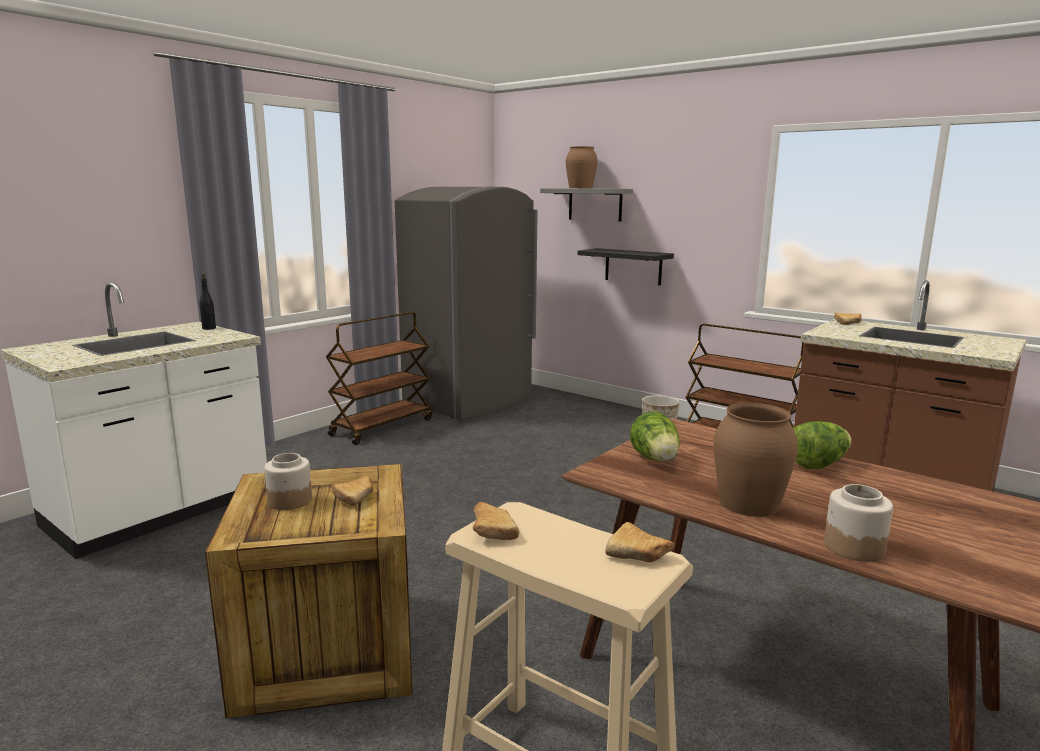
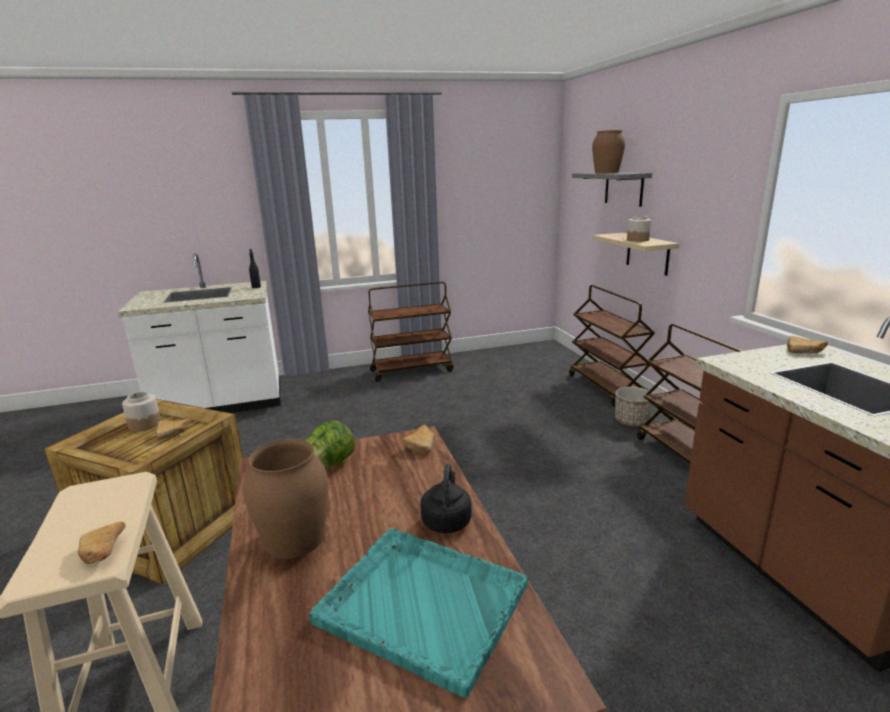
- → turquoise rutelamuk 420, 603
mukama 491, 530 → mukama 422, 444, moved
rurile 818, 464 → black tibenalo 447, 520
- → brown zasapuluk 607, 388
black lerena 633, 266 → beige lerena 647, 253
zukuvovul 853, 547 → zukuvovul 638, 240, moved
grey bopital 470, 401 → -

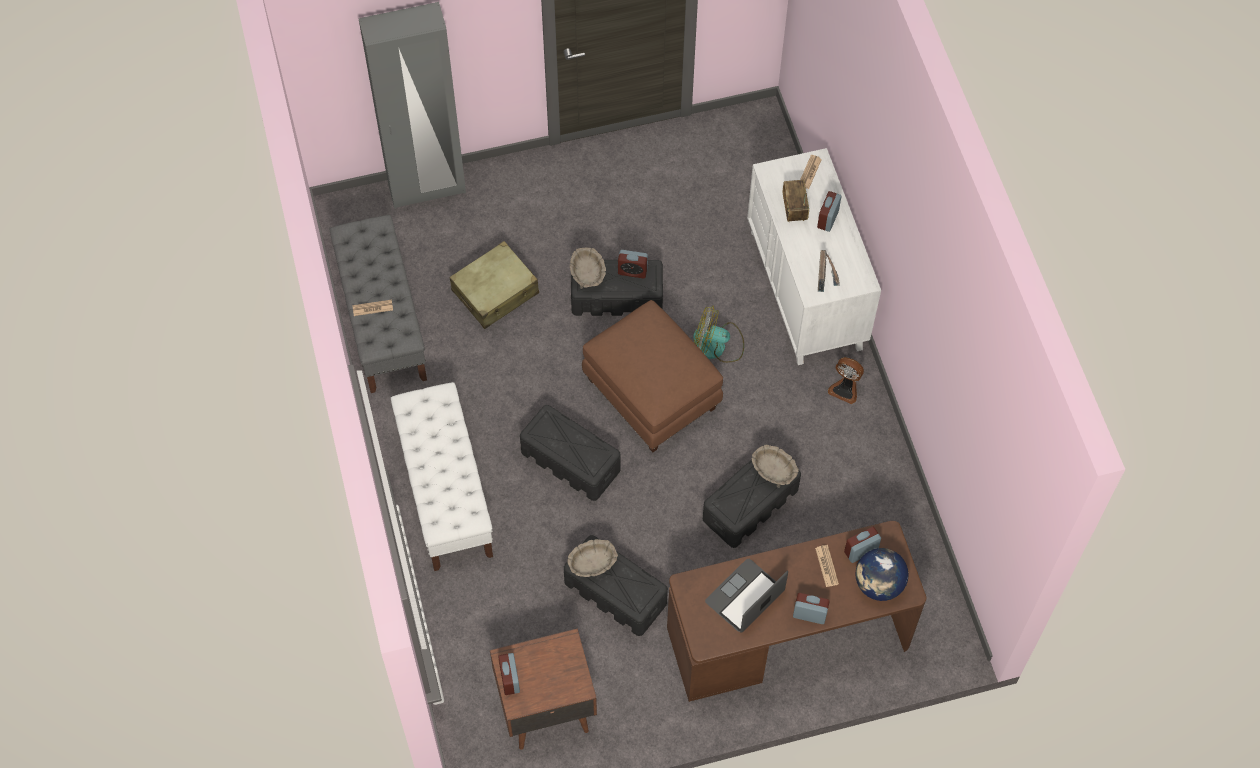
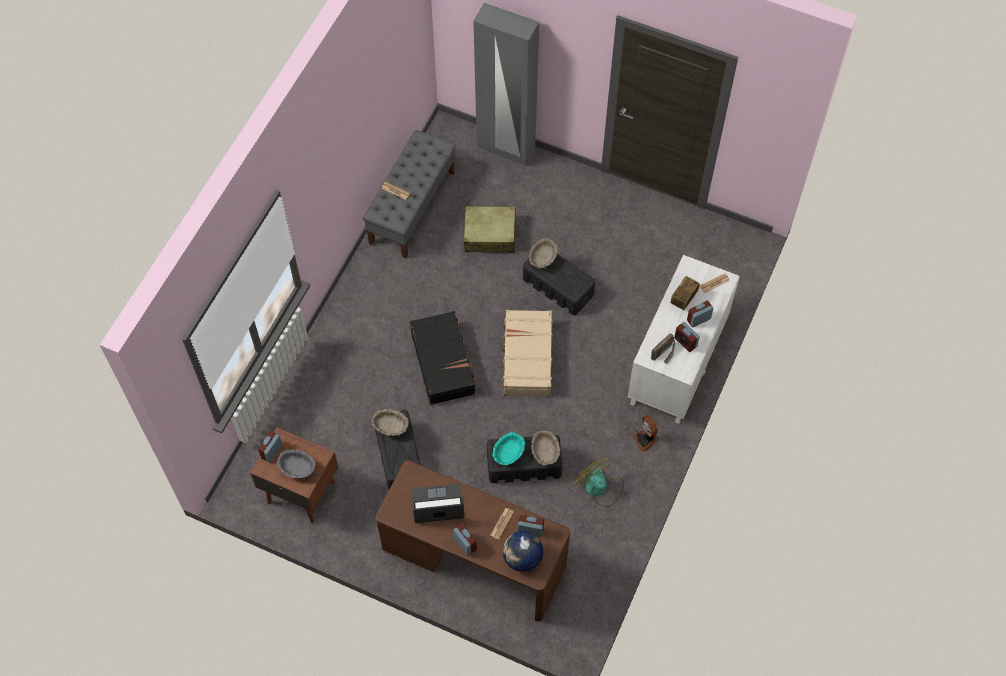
- → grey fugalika 298, 469
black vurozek 570, 461 → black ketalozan 443, 362
- → turquoise fugalika 508, 454
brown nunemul 652, 394 → beige ketalozan 527, 358
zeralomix 717, 346 → zeralomix 600, 488, moved
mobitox 632, 271 → mobitox 685, 342, moved
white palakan 445, 492 → -

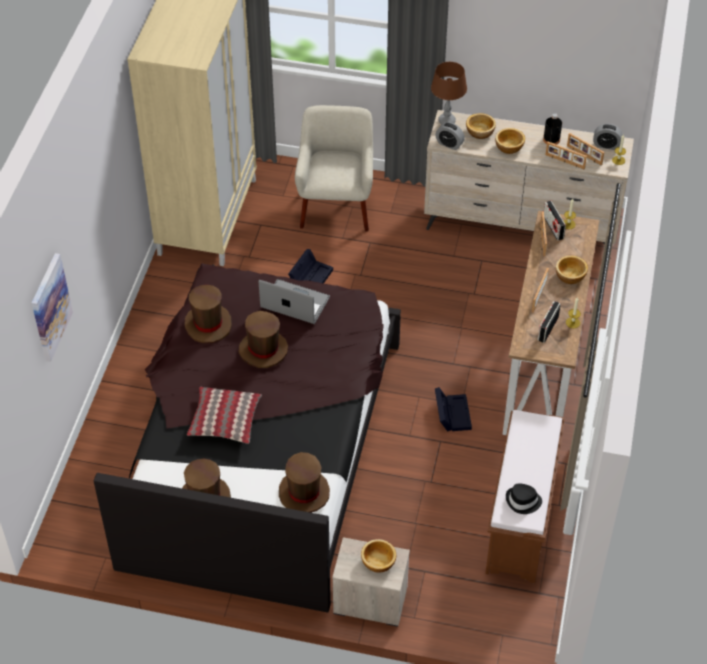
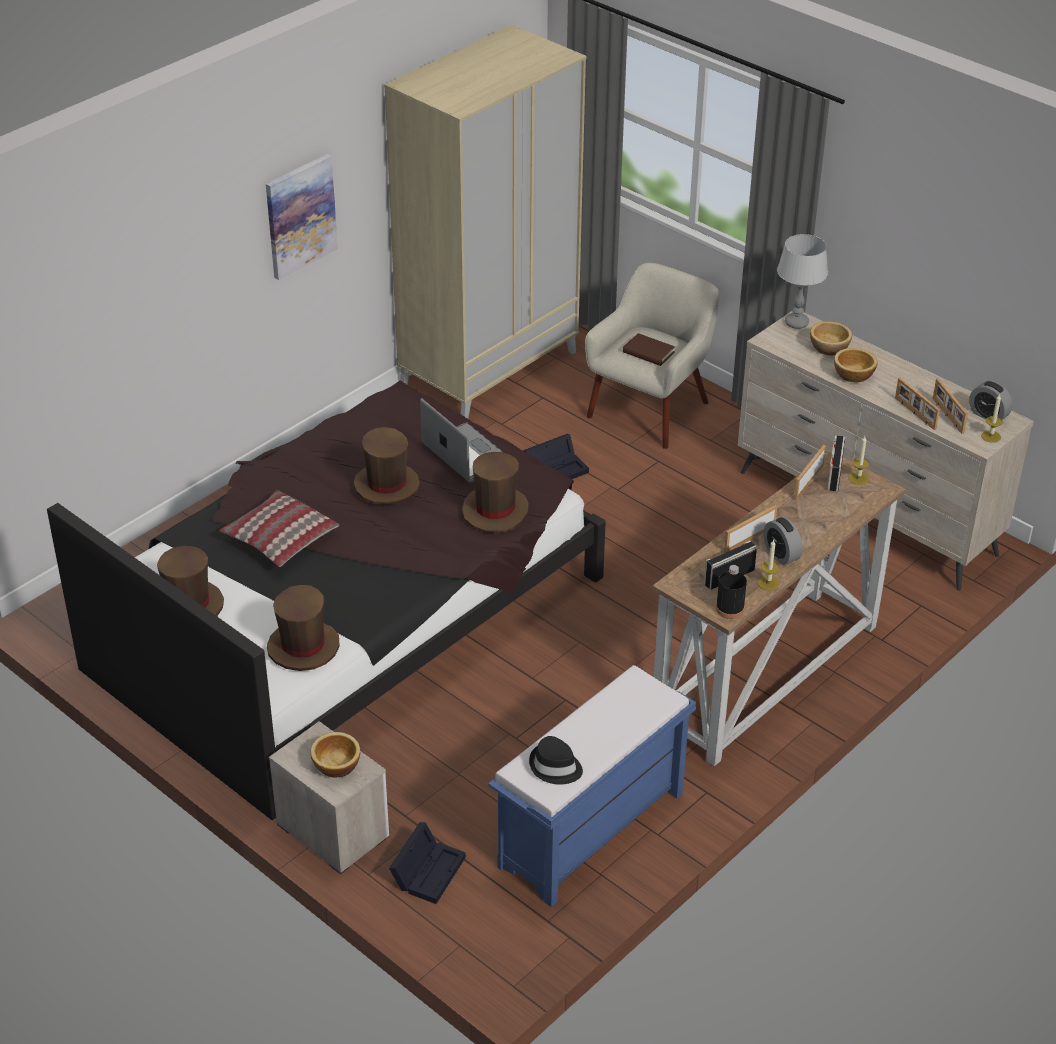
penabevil 50, 307 → penabevil 300, 216, moved
black vurozek 452, 413 → black vurozek 428, 870, moved
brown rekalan 208, 324 → brown rekalan 495, 511, moved
brown palakan 520, 523 → blue palakan 590, 832
- → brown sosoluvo 648, 352
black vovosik 551, 139 → black vovosik 730, 609, moved
mobitox 449, 144 → mobitox 781, 554, moved
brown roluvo 446, 121 → grey roluvo 796, 323
fugalika 570, 276 → -

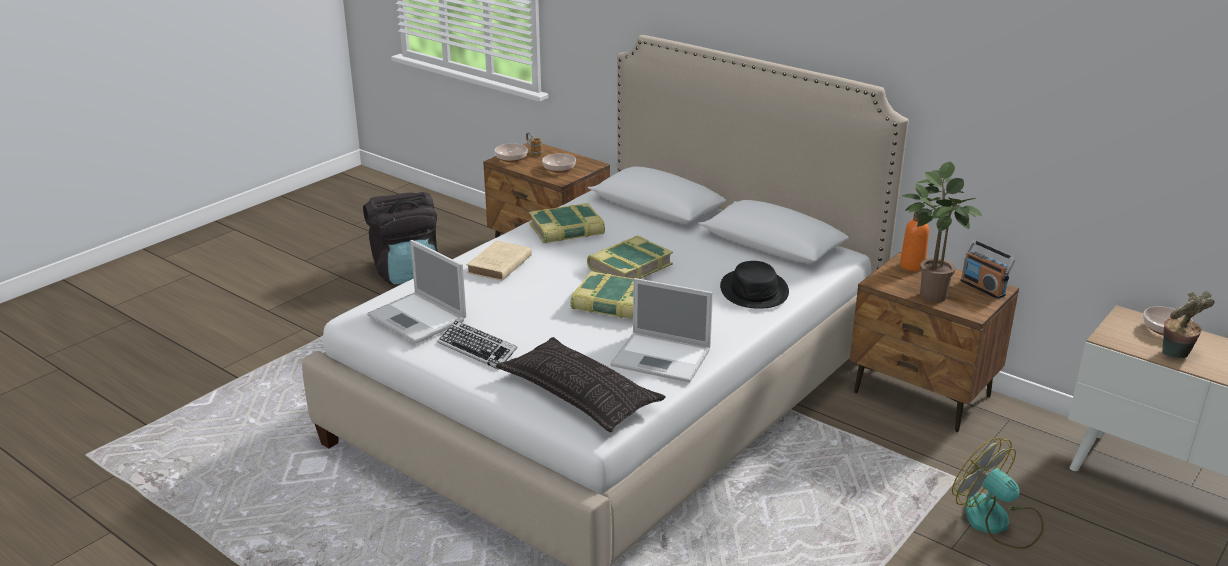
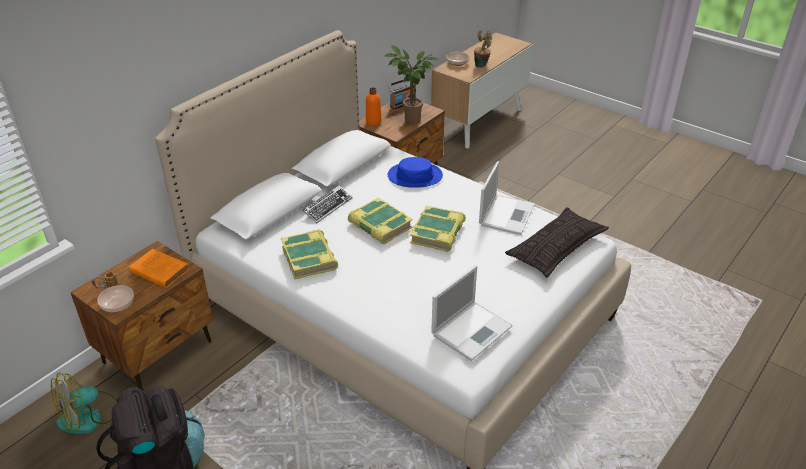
zeralomix 997, 522 → zeralomix 90, 417, moved
fugalika 559, 169 → orange sosoluvo 158, 270
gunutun 477, 349 → gunutun 327, 207, moved
black rekalan 754, 290 → blue rekalan 415, 176
beige sosoluvo 498, 265 → -

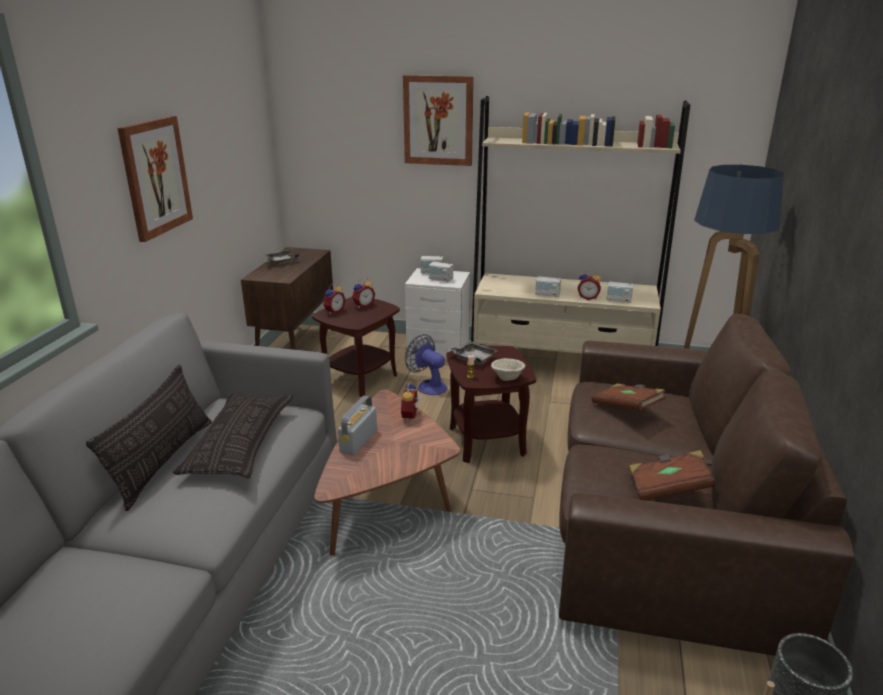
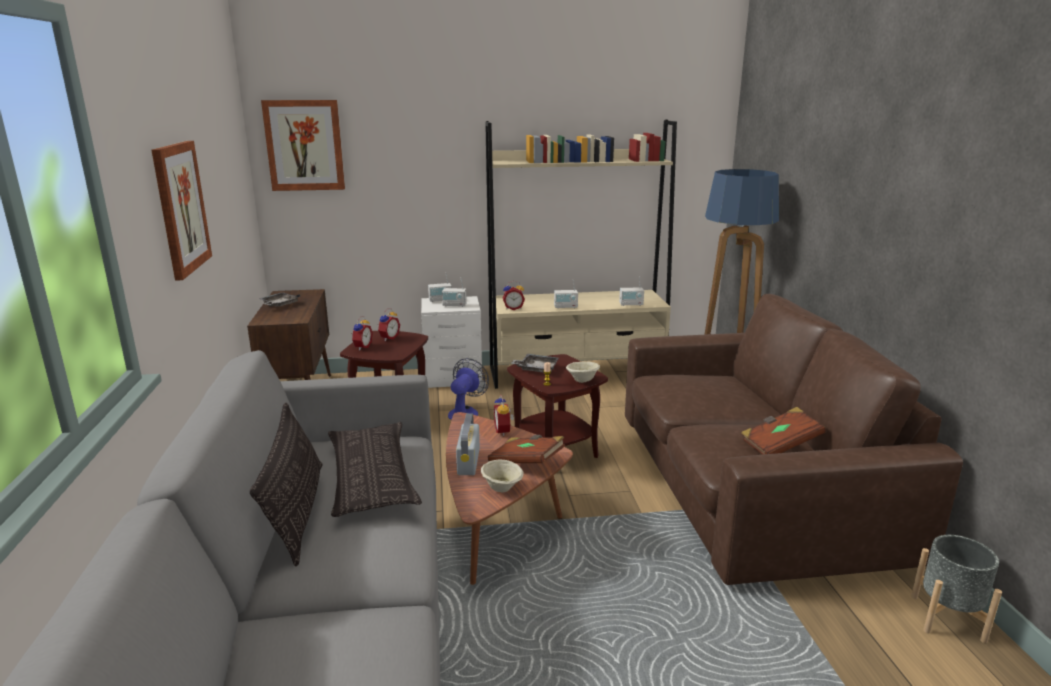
penabevil 438, 120 → penabevil 304, 145, moved
zeralomix 428, 386 → zeralomix 465, 412, 90 degrees clockwise
- → beige fugalika 502, 488
brown sosoluvo 627, 408 → brown sosoluvo 527, 462, moved
mobitox 588, 298 → mobitox 513, 308, moved

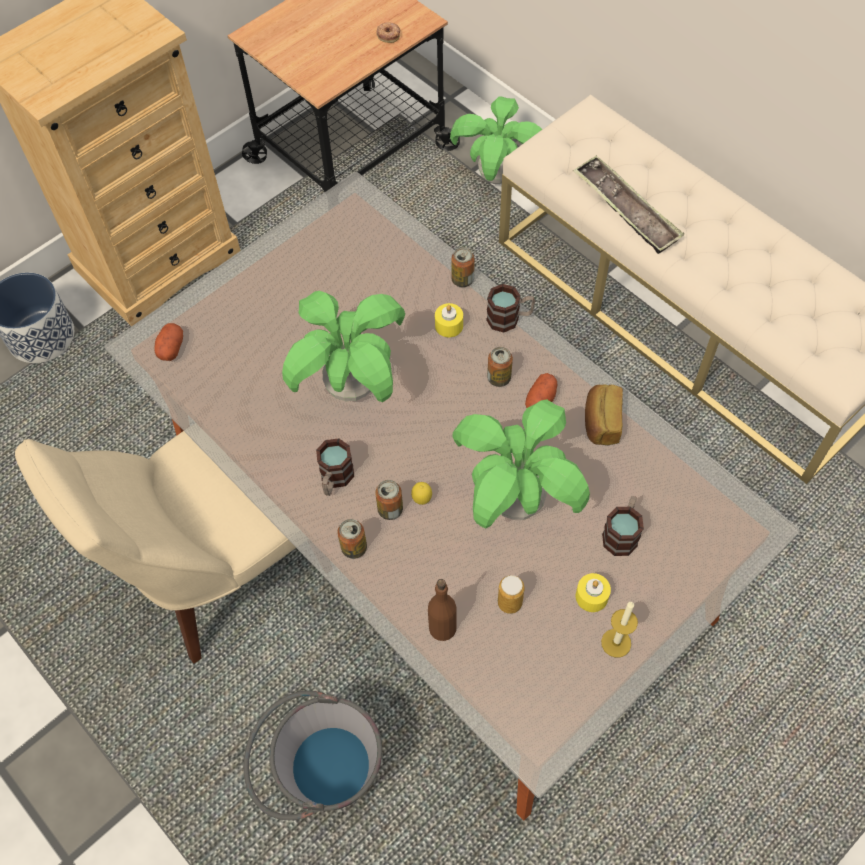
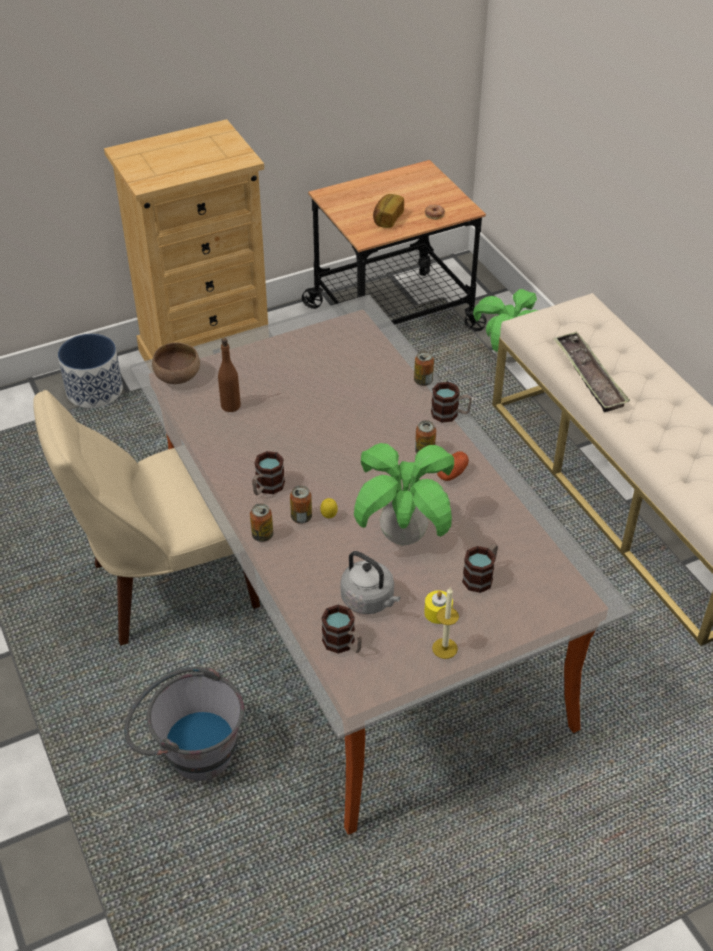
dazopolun 171, 348 → brown fugalika 178, 377
brown vovosik 442, 627 → brown vovosik 231, 405, moved
- → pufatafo 343, 644
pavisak 509, 602 → grey tibenalo 369, 600
mukama 601, 422 → mukama 387, 219, moved
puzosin 351, 387 → -
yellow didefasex 449, 325 → -

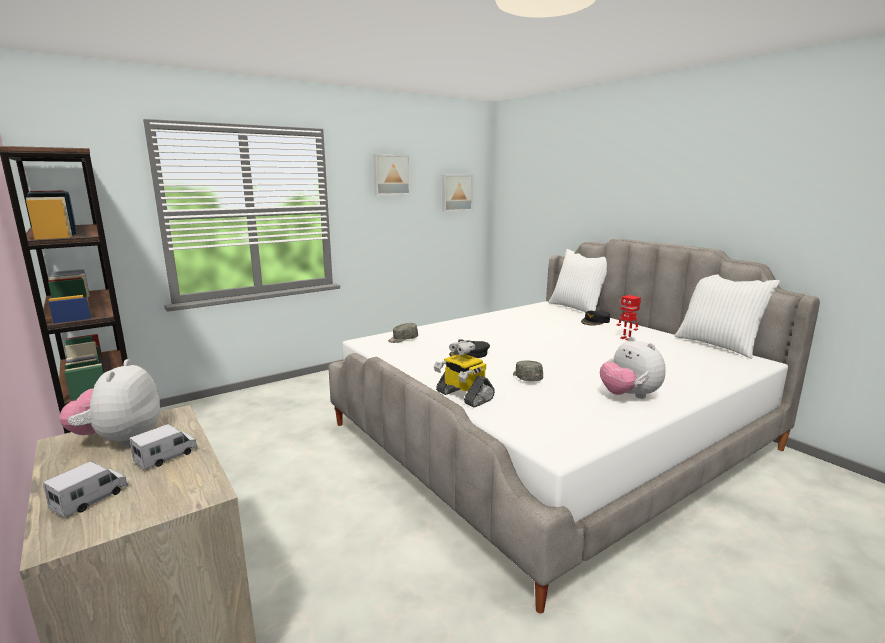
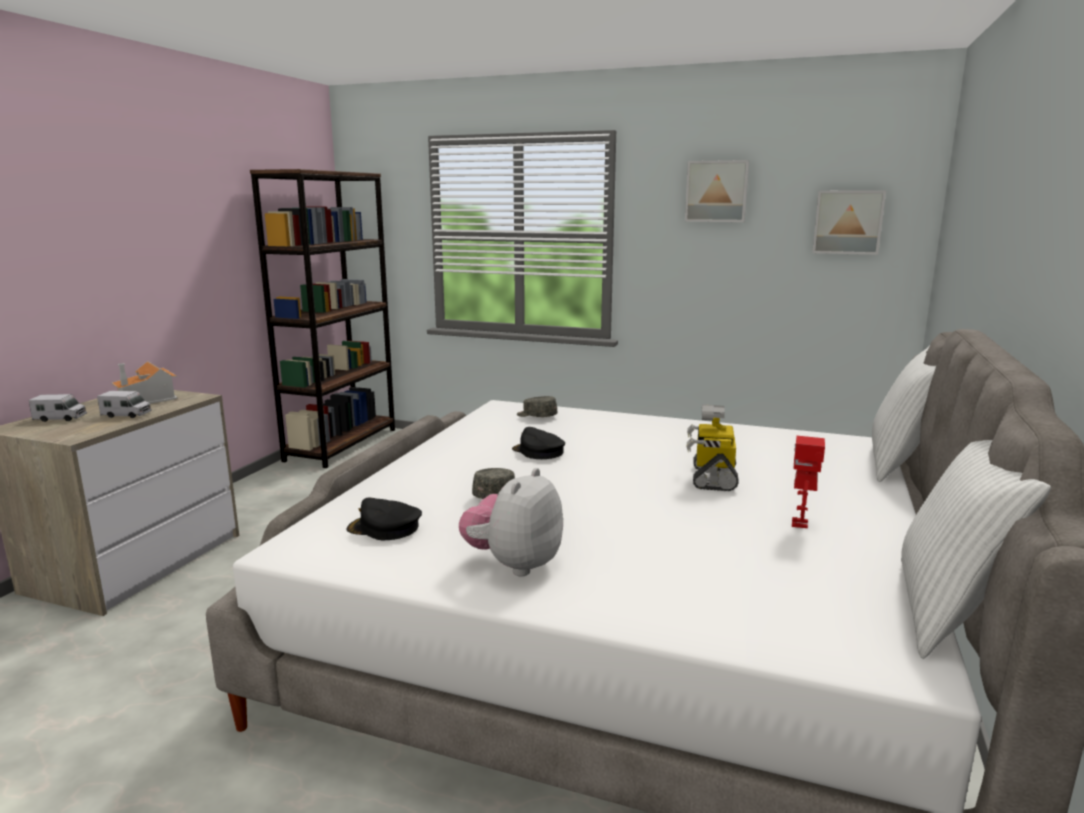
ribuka 120, 440 → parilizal 148, 399
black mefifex 595, 321 → black mefifex 384, 528, moved
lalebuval 463, 396 → lalebuval 712, 477, moved

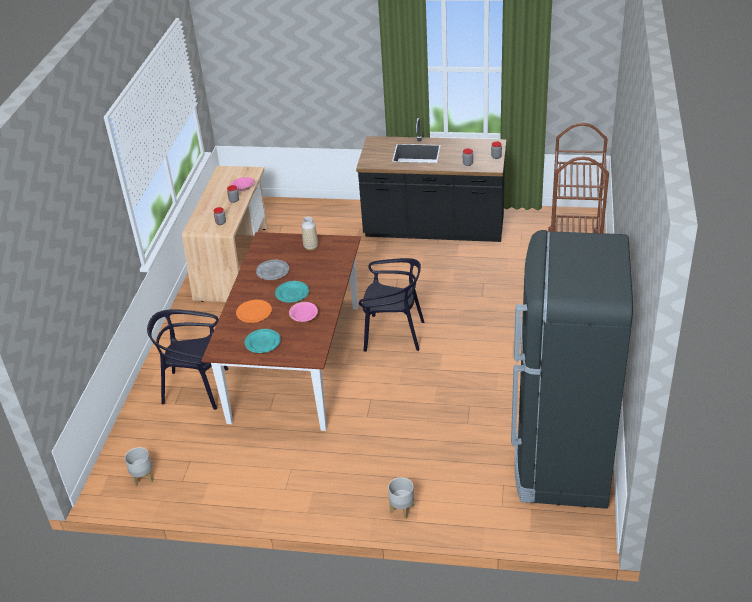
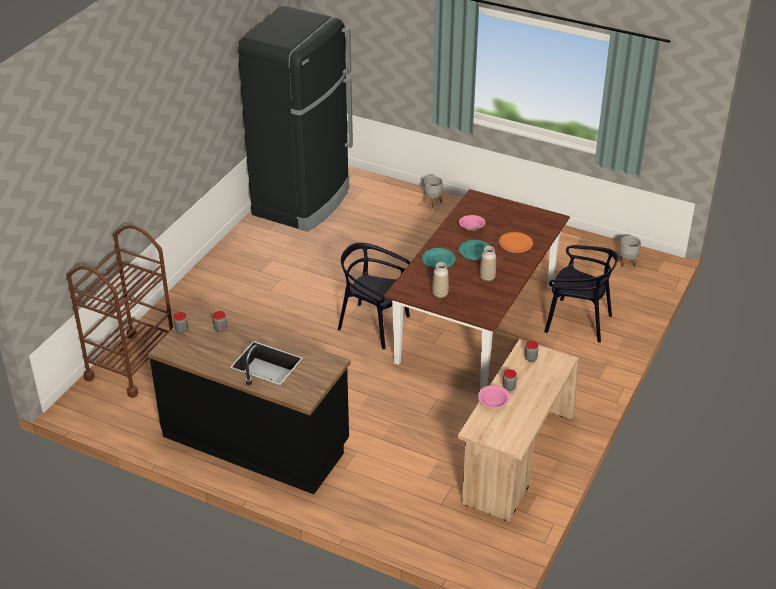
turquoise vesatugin 262, 343 → turquoise vesatugin 438, 260, moved
grey vesatugin 273, 271 → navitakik 487, 278

